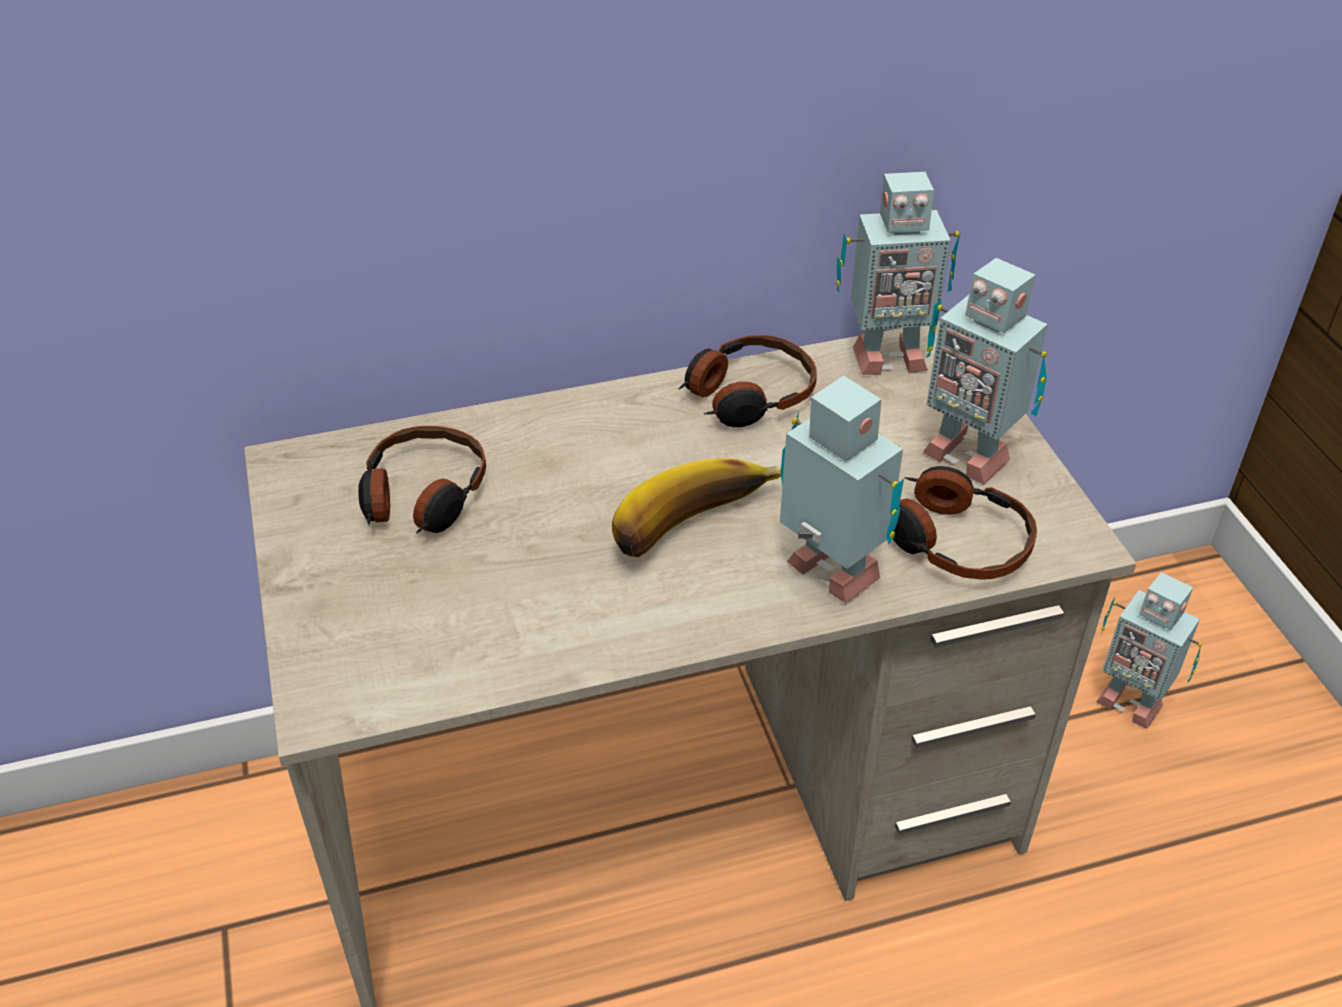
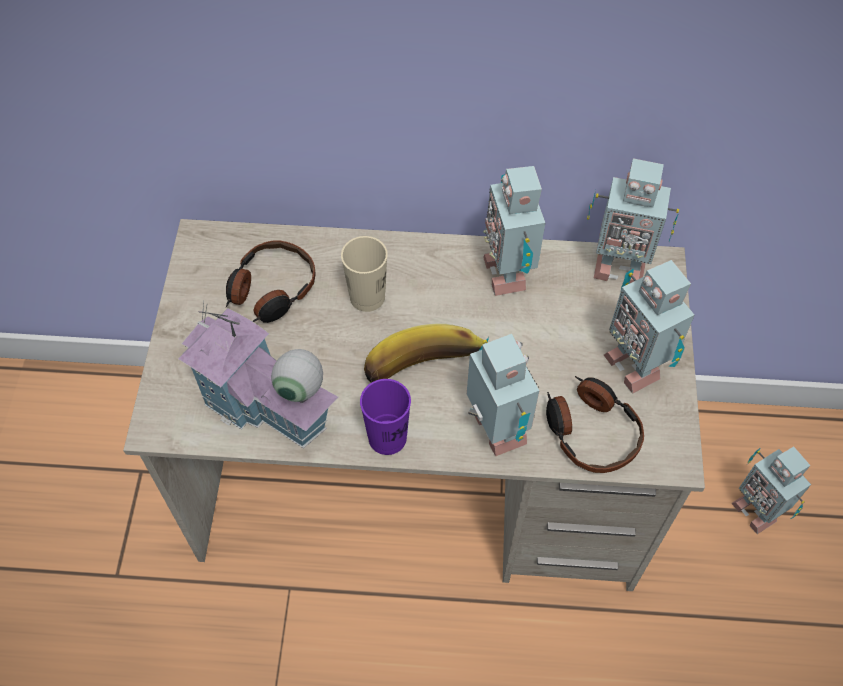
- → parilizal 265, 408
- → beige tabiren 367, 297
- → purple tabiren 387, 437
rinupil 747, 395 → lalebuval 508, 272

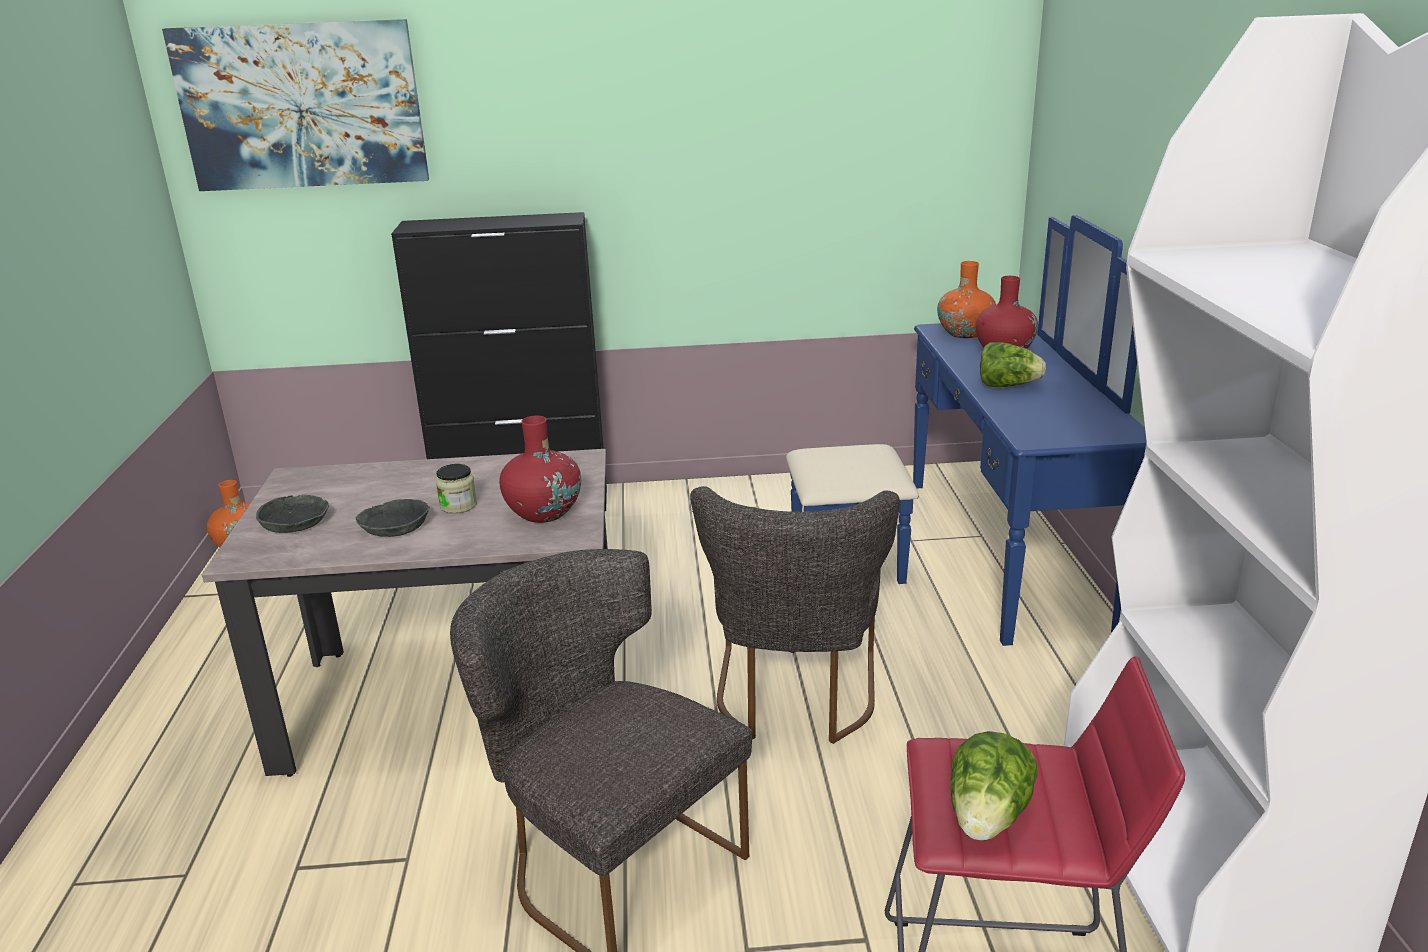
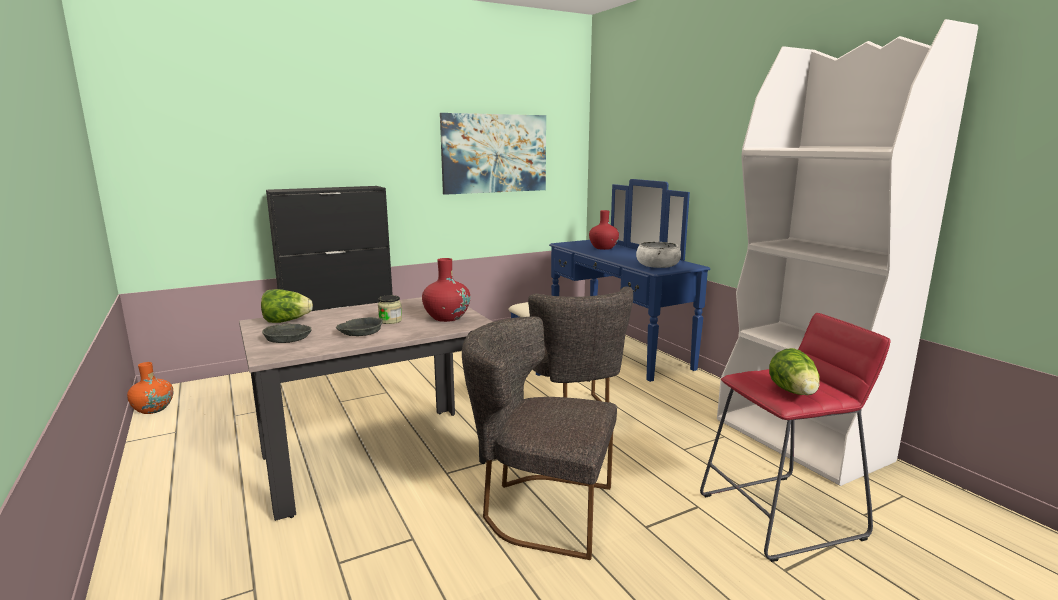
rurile 1007, 386 → rurile 287, 321, moved
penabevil 302, 106 → penabevil 494, 153, moved
- → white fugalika 657, 265
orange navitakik 965, 333 → -

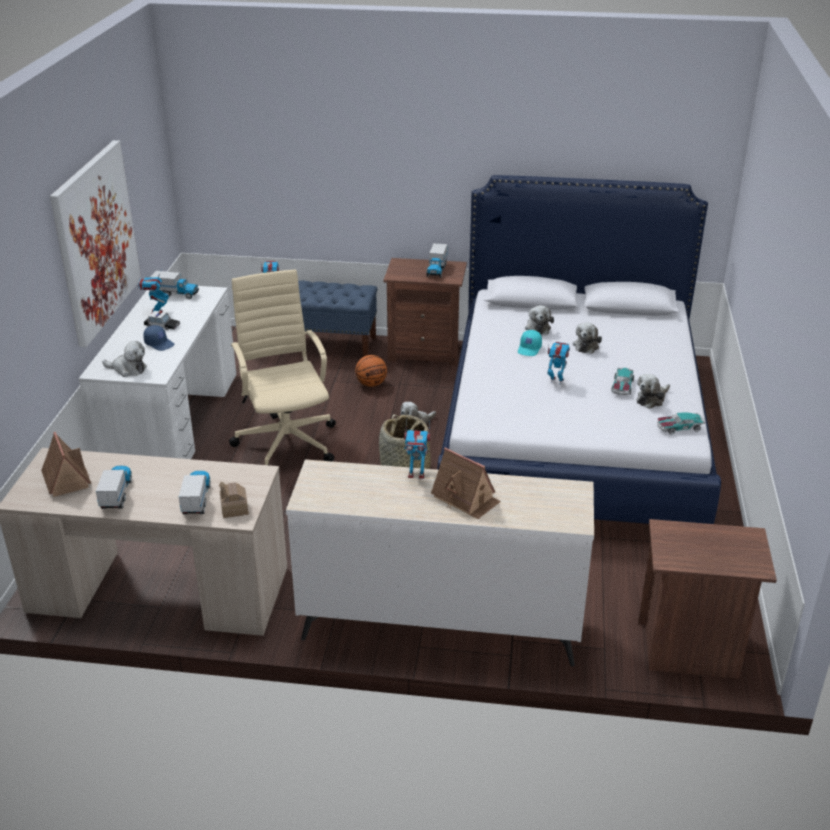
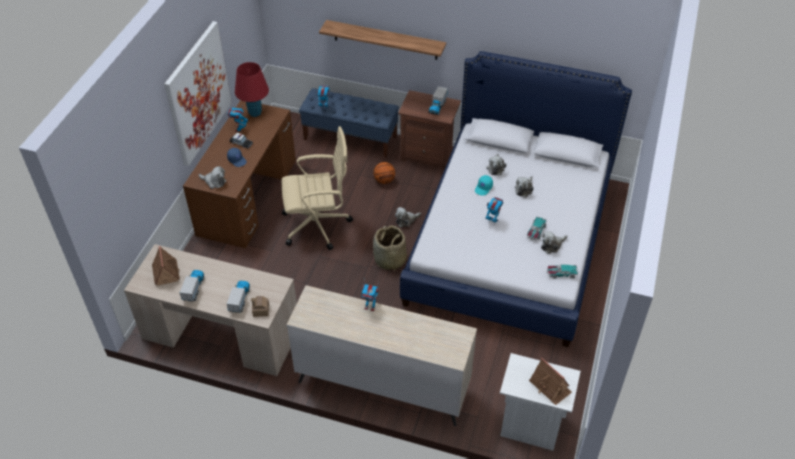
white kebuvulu 173, 420 → brown kebuvulu 248, 196
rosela 176, 294 → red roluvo 255, 113
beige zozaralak 286, 442 → beige zozaralak 318, 225, 90 degrees clockwise
- → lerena 385, 40
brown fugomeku 690, 650 → white fugomeku 530, 426
parilizal 466, 498 → parilizal 550, 386, moved

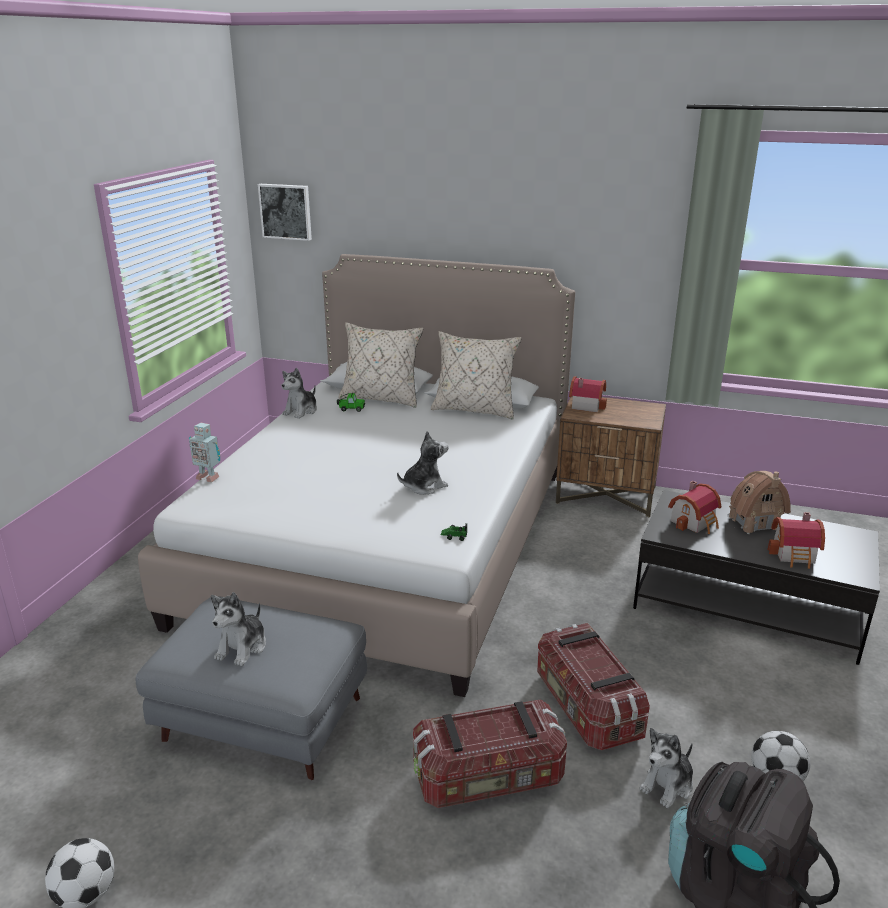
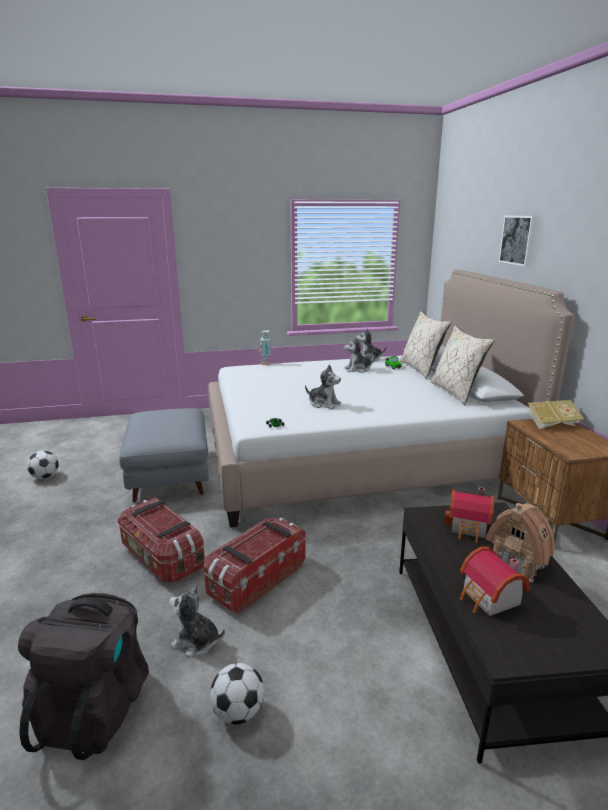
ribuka 242, 647 → ribuka 358, 369, moved
penabevil 286, 211 → penabevil 519, 240, moved
parilizal 586, 405 → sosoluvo 552, 424

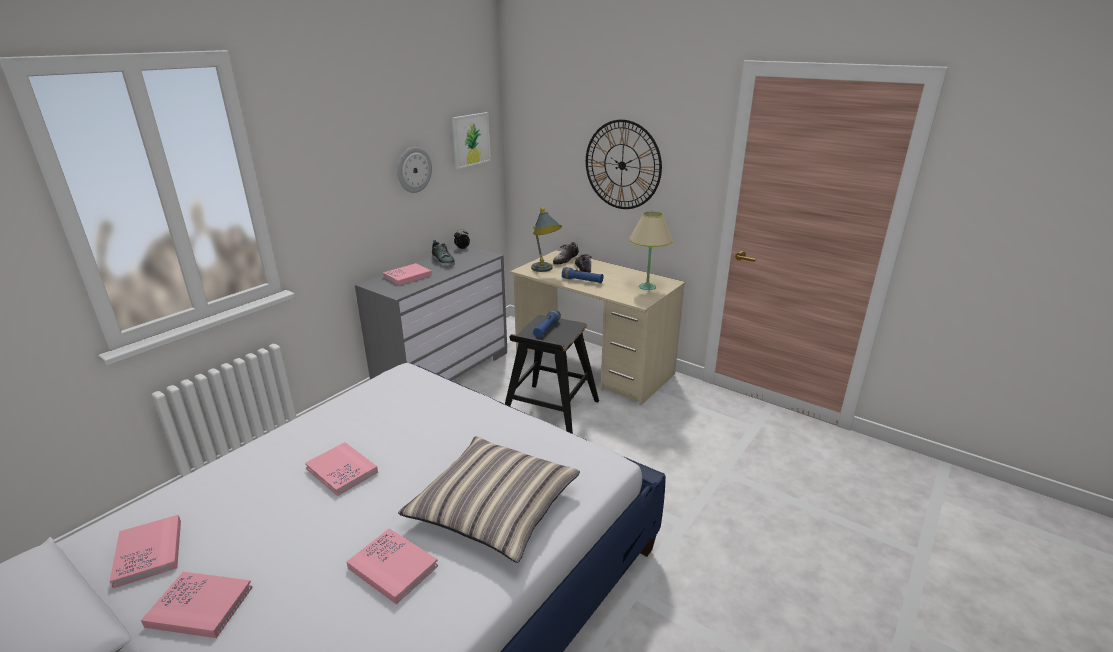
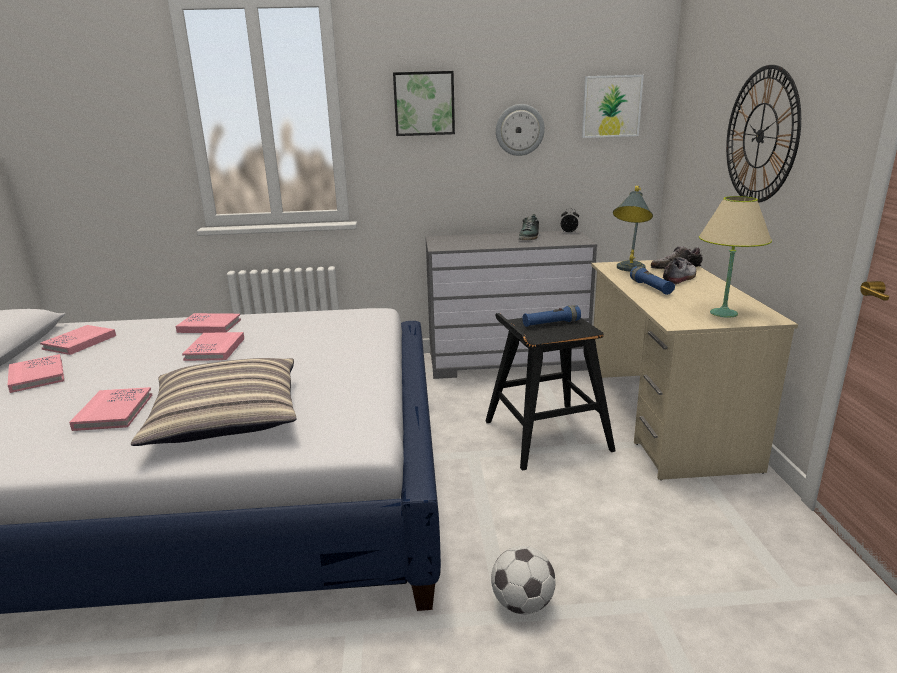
pink sosoluvo 407, 276 → pink sosoluvo 209, 326, moved
- → penabevil 424, 103
- → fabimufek 522, 604

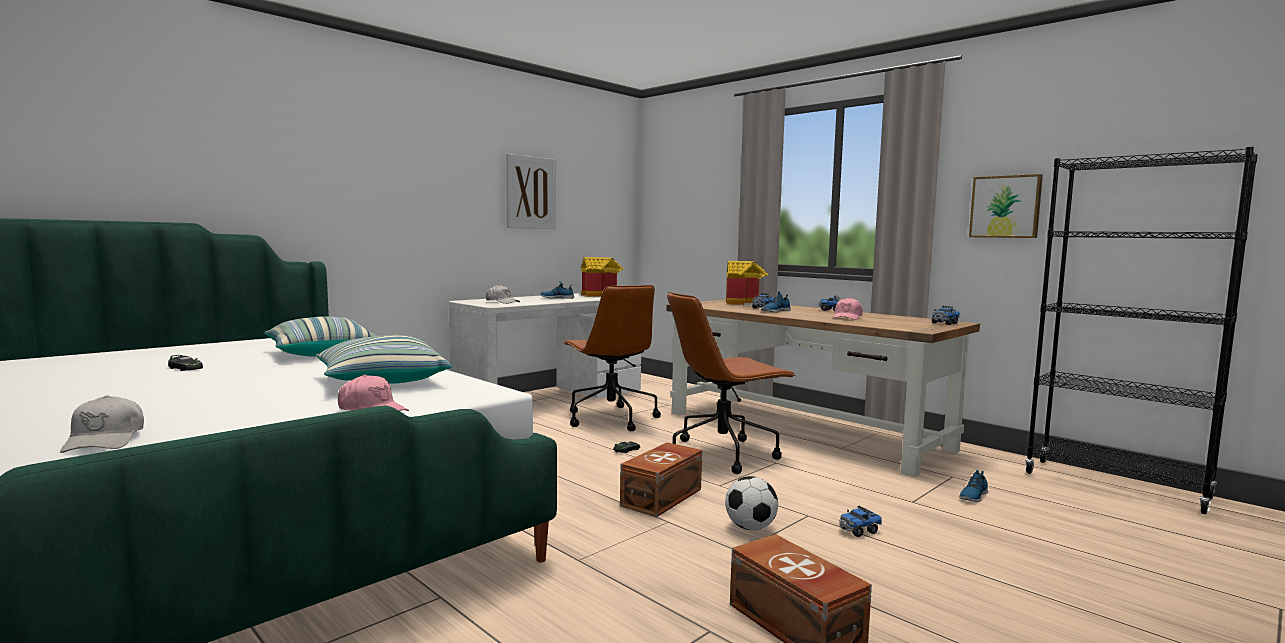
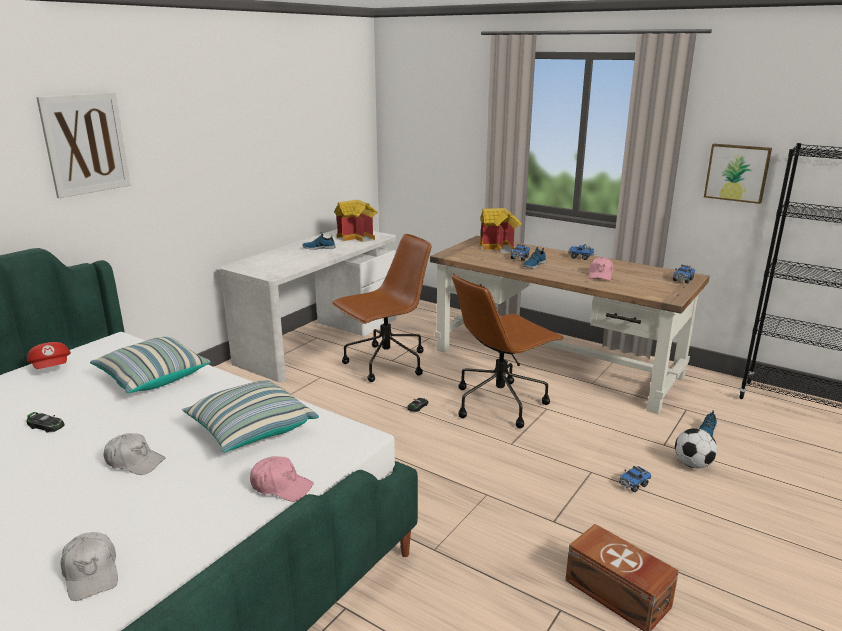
- → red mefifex 52, 368
penabevil 531, 192 → penabevil 85, 144, moved
white mefifex 502, 302 → white mefifex 134, 461, moved
brown zozaralak 610, 418 → brown zozaralak 385, 364, 90 degrees counterclockwise
fabimufek 750, 528 → fabimufek 693, 464, moved
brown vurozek 663, 497 → -

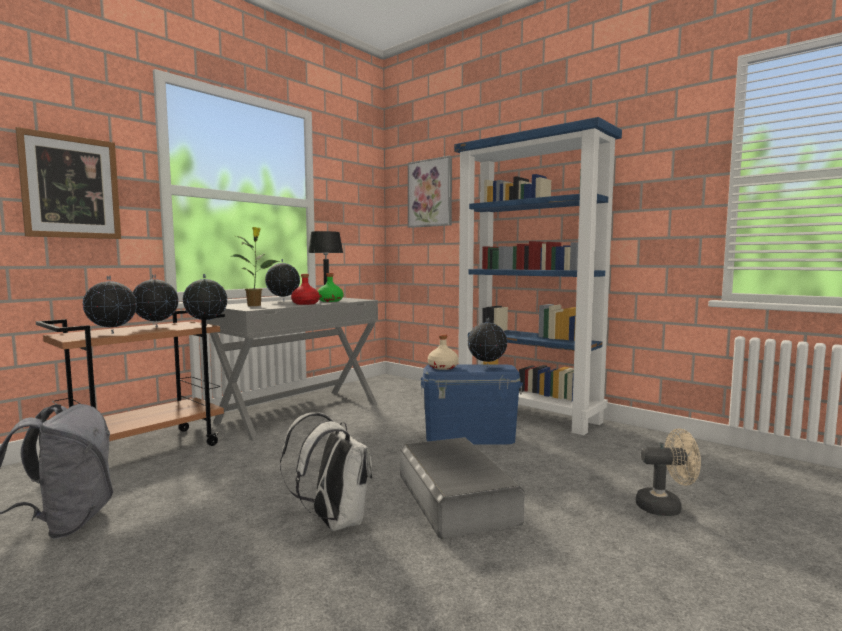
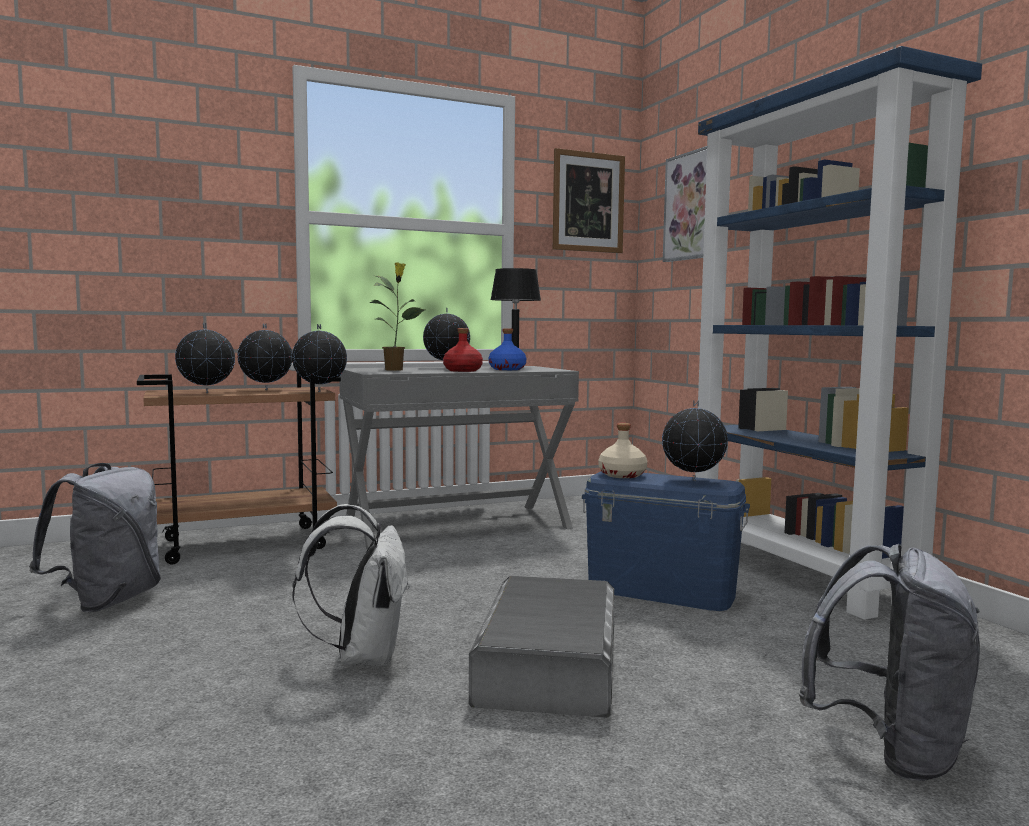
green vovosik 330, 301 → blue vovosik 507, 369
penabevil 71, 187 → penabevil 588, 202, moved
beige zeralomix 665, 507 → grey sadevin 889, 751

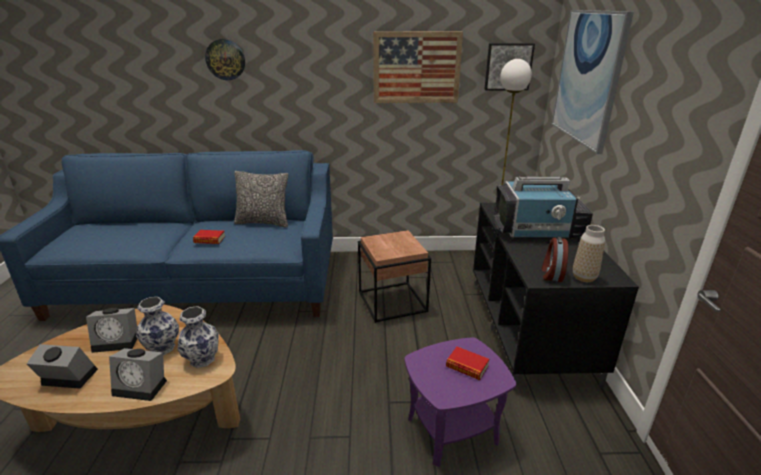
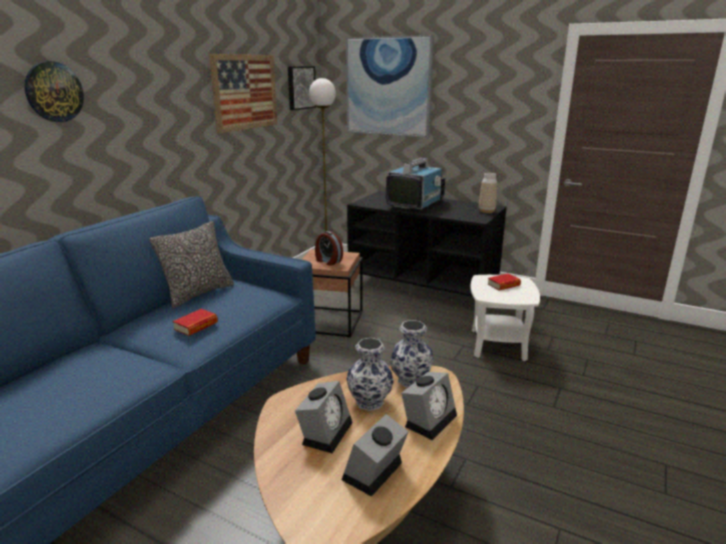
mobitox 551, 274 → mobitox 328, 261, moved
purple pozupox 452, 430 → white pozupox 498, 344

